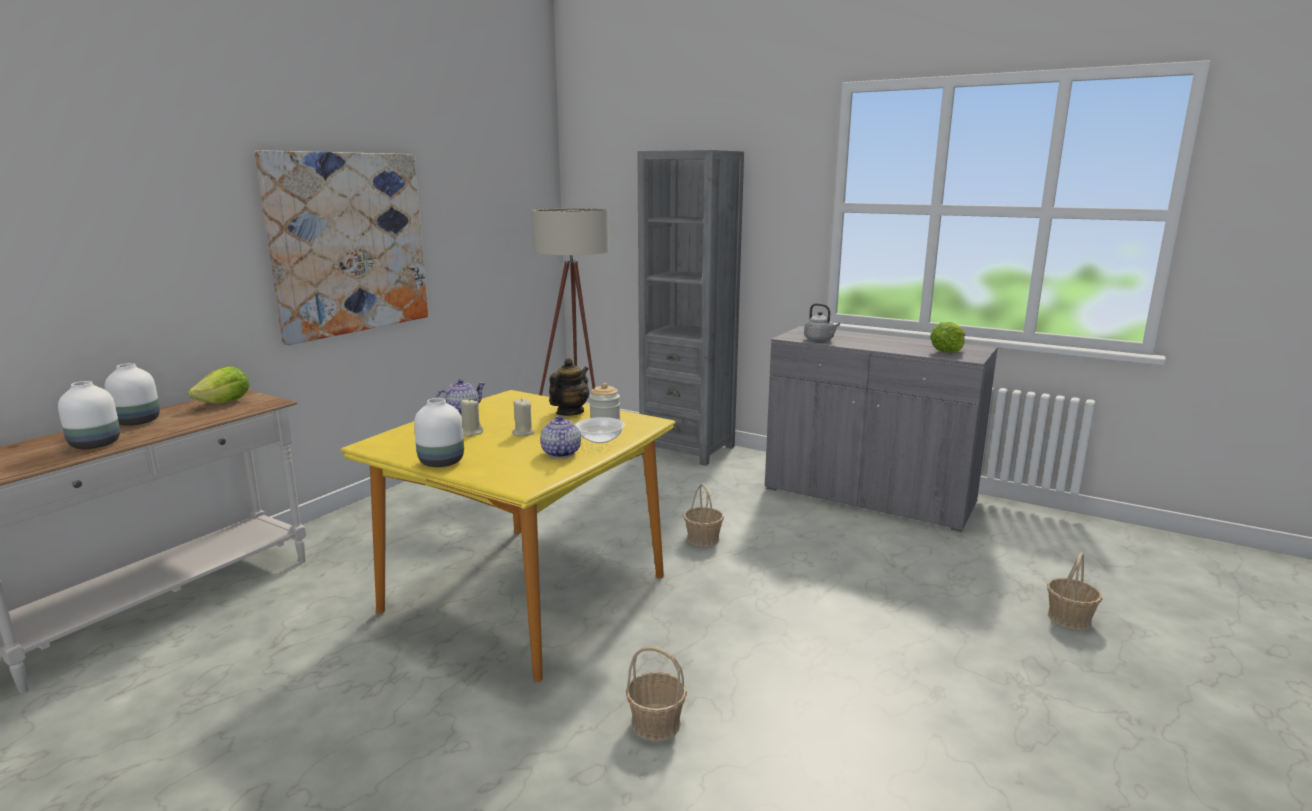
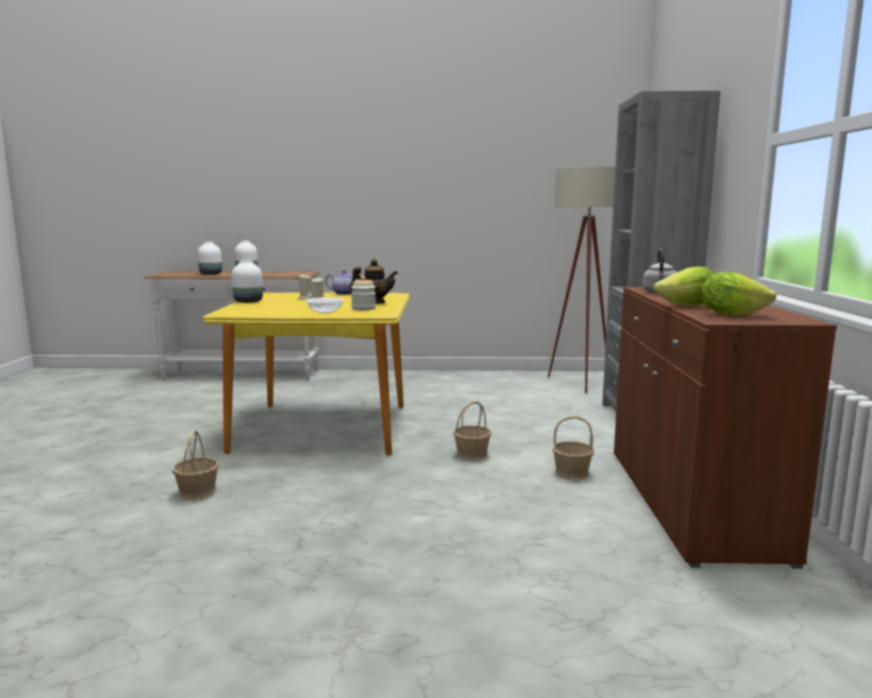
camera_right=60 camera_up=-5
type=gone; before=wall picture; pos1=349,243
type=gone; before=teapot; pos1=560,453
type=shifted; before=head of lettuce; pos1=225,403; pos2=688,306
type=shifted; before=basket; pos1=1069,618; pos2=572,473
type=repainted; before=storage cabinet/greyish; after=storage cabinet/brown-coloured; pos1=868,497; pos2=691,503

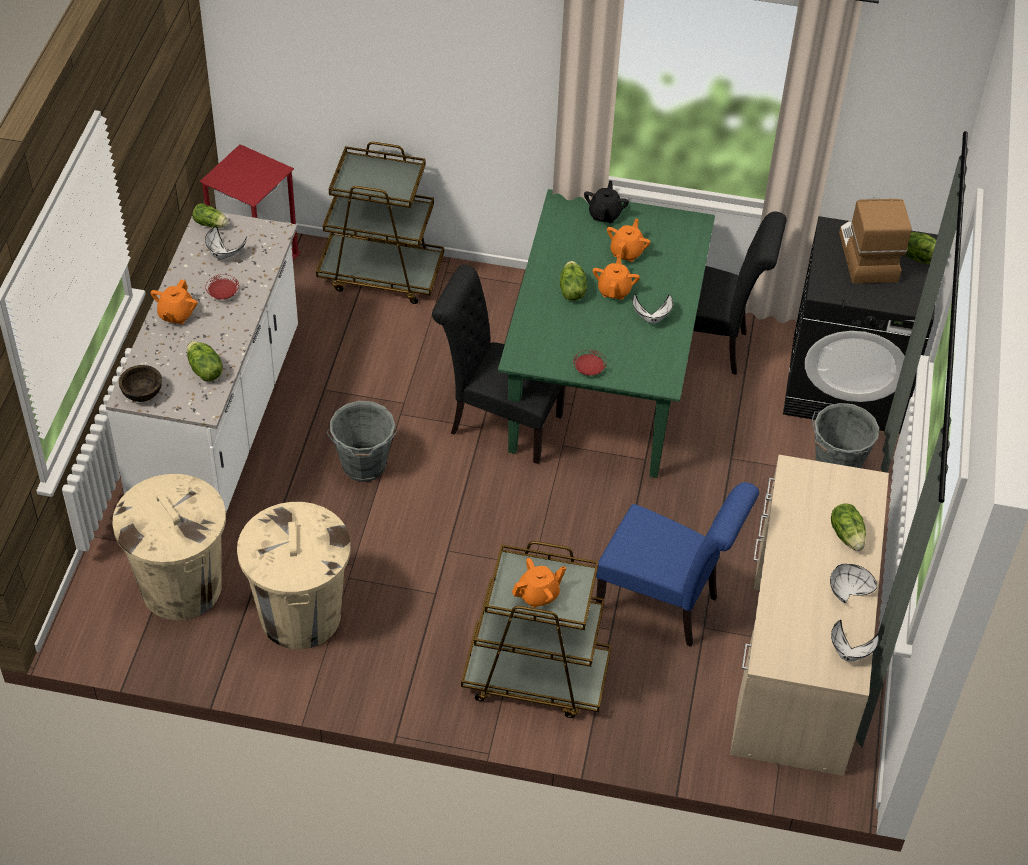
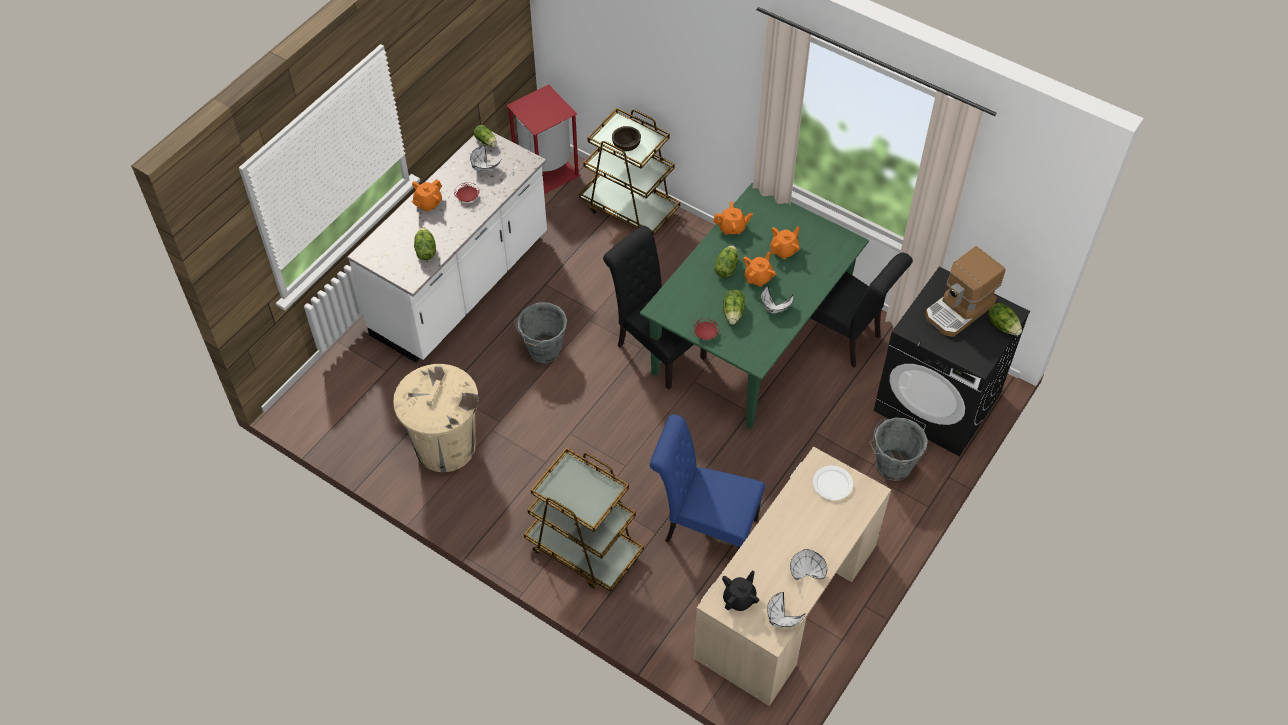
camera_right=25 camera_up=5
type=gone; before=rubbish bin/sand-coloured; pos1=181,587
type=new; after=flat dish/whitish; pos2=832,484
type=shifted; before=deep dish/brown-coloured; pos1=142,393; pos2=626,145
type=shifted; before=teapot/orangey; pos1=538,595; pos2=732,228
type=shifted; before=teapot/black-coloured; pos1=605,214; pos2=739,598
type=shifted; before=head of lettuce; pos1=847,535; pos2=733,313
type=rotated; before=upright chair/blue; pos1=664,605; pos2=705,528; turn=150
type=rotated; before=coffee machine; pos1=866,256; pos2=959,310; turn=-150

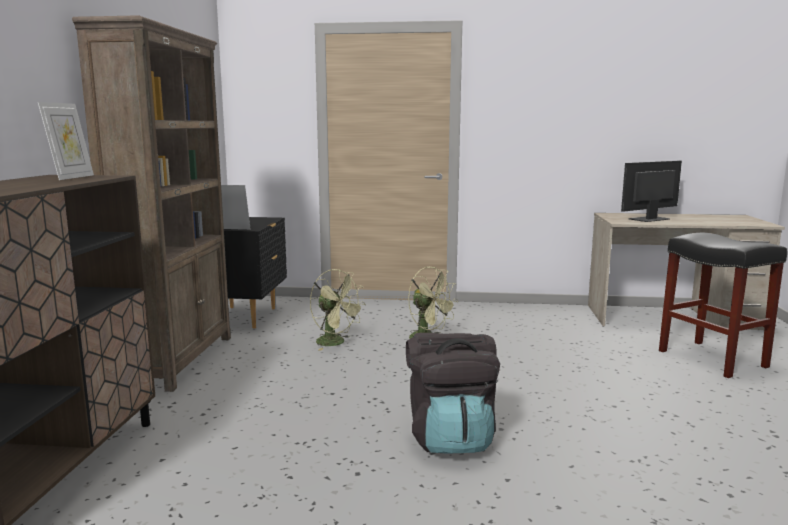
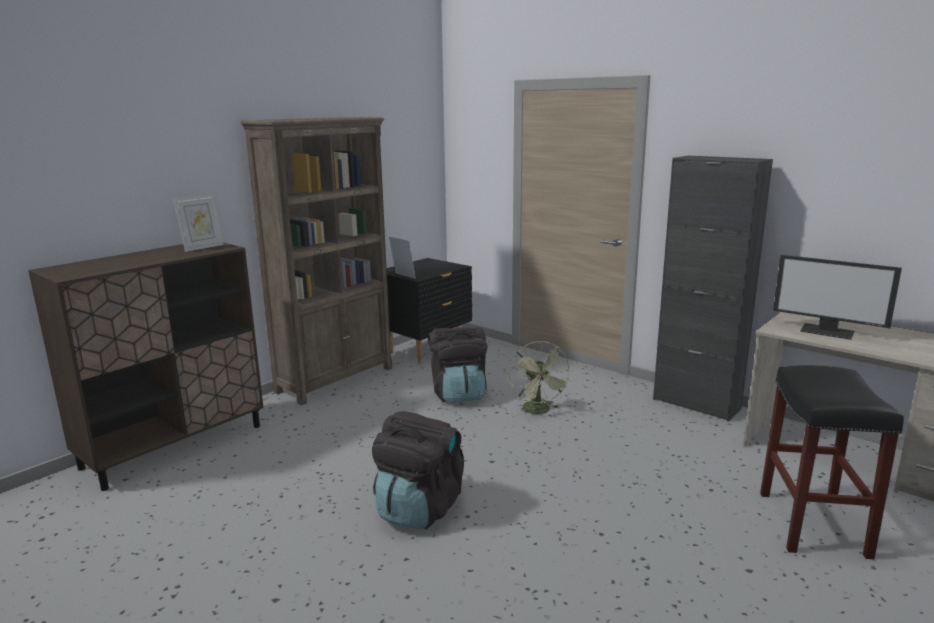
camera_right=35 camera_up=5
type=new; after=storage cabinet/black-coloured; pos2=696,404
type=swapped; before=fan/greenish; after=backpack/black-coloured; pos1=336,343; pos2=458,394
type=rotated; before=computer display; pos1=649,219; pos2=828,331; turn=-150

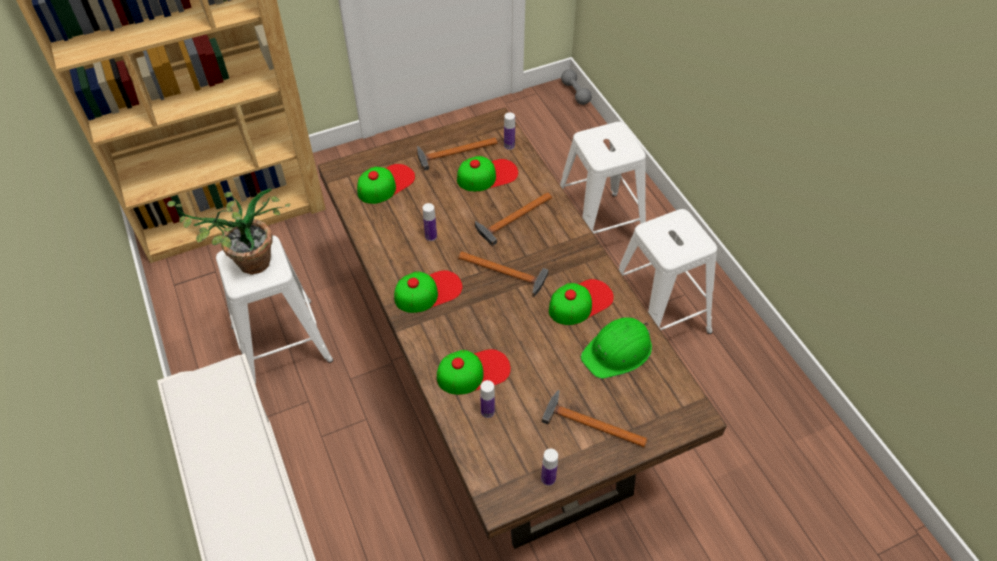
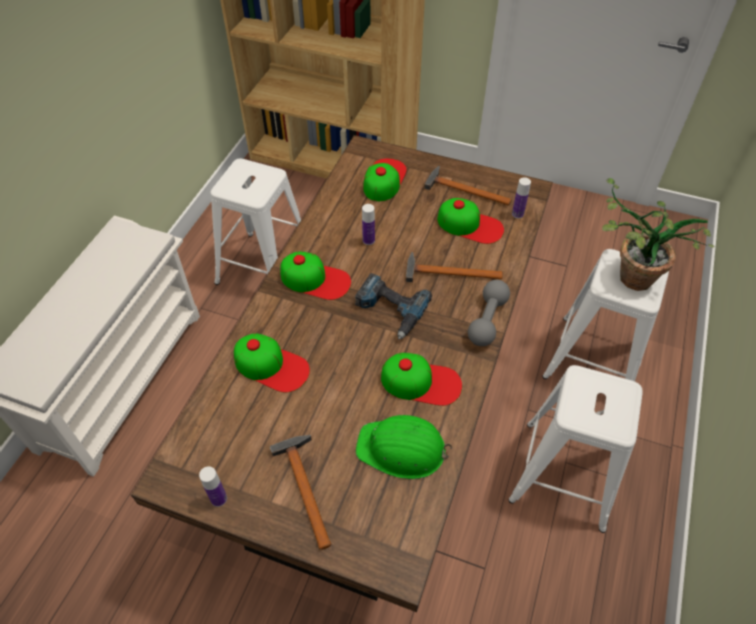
camera_right=45 camera_up=0
type=gone; before=bottle; pos1=487,411
type=shifted; before=plant in a pot; pos1=245,266; pos2=626,276
type=shifted; before=hand weight/greyish; pos1=575,93; pos2=487,320
type=swapped; before=tool hammer; after=power drill; pos1=505,273; pos2=389,310
type=rotated; before=cap; pos1=386,184; pos2=384,179; turn=-75

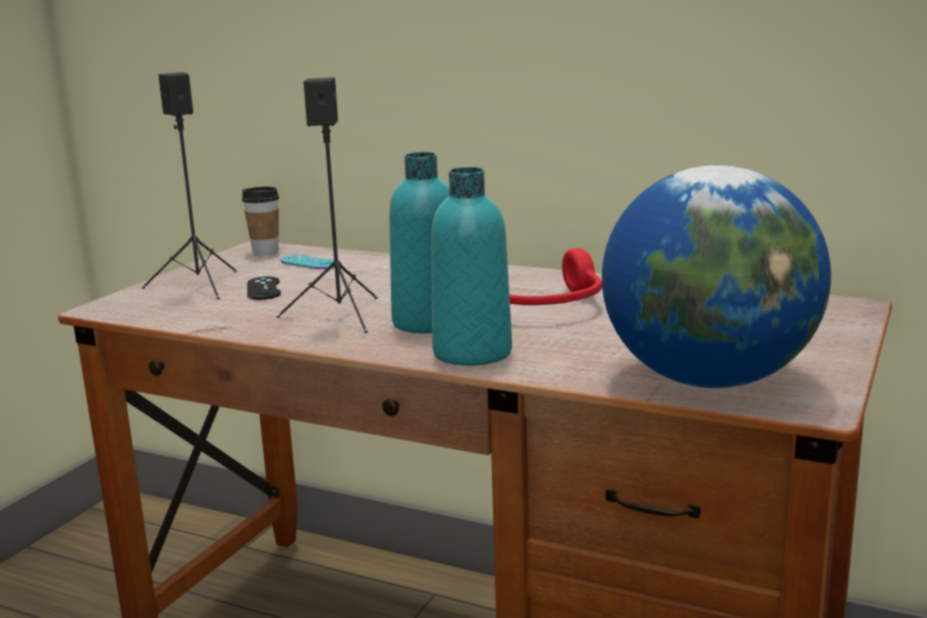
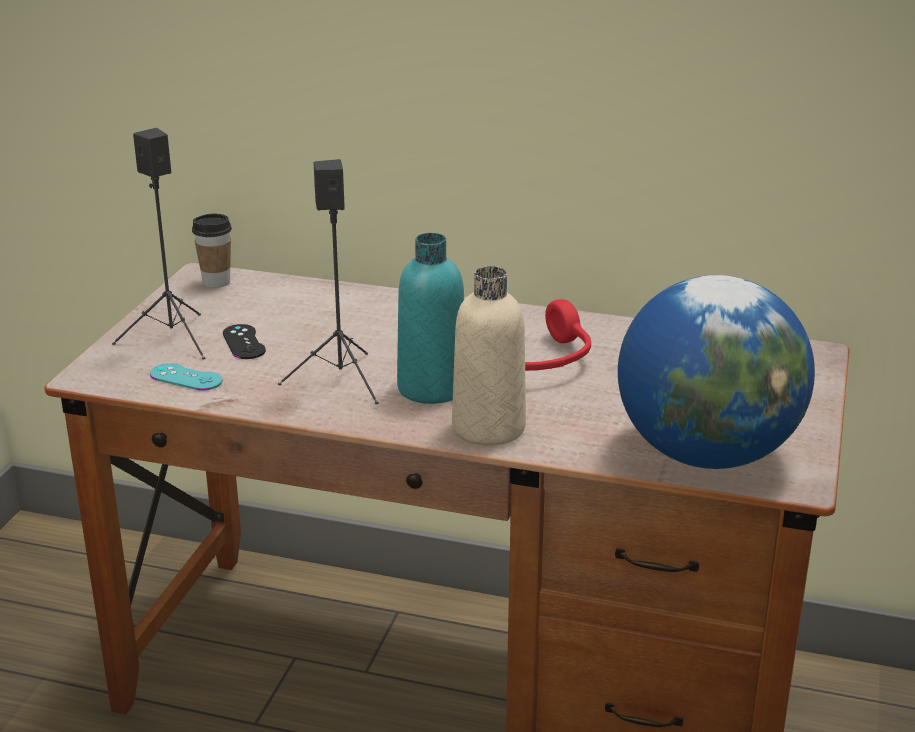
camera_right=-10 camera_up=10
type=shifted; before=gamepad/turquoise; pos1=310,263; pos2=186,377
type=repainted; before=bottle/turquoise; after=bottle/sand-coloured; pos1=472,353; pos2=488,428

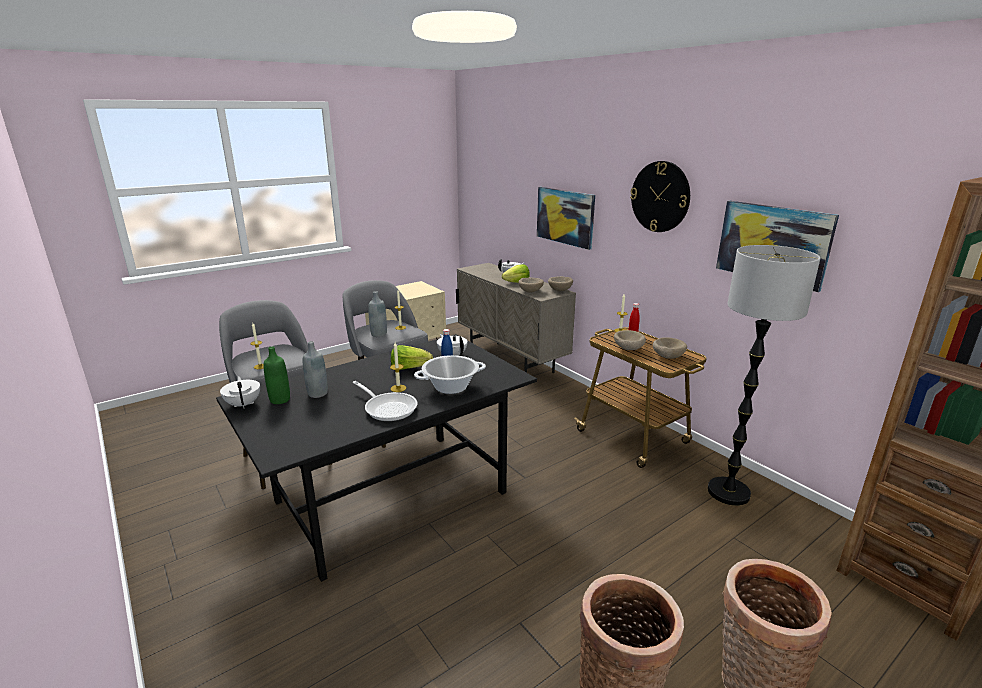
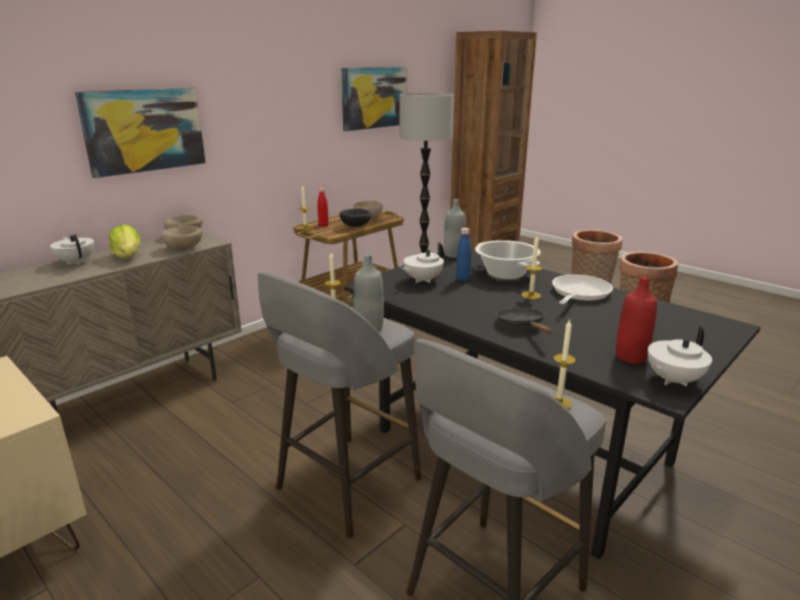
camera_right=-100 camera_up=0
type=gone; before=head of lettuce; pos1=409,368
type=gone; before=wall clock; pos1=660,197
type=new; after=frying pan/black-coloured; pos2=522,325
type=shifted; before=bottle/greyish; pos1=317,393; pos2=453,255
type=repainted; before=bottle/greenish; after=bottle/red; pos1=280,400; pos2=630,357
type=repainted; before=deep dish/sand-coloured; after=deep dish/black-coloured; pos1=628,349; pos2=356,226

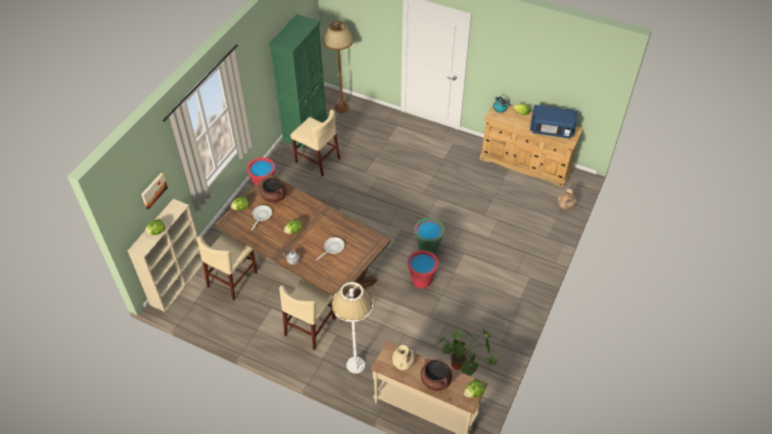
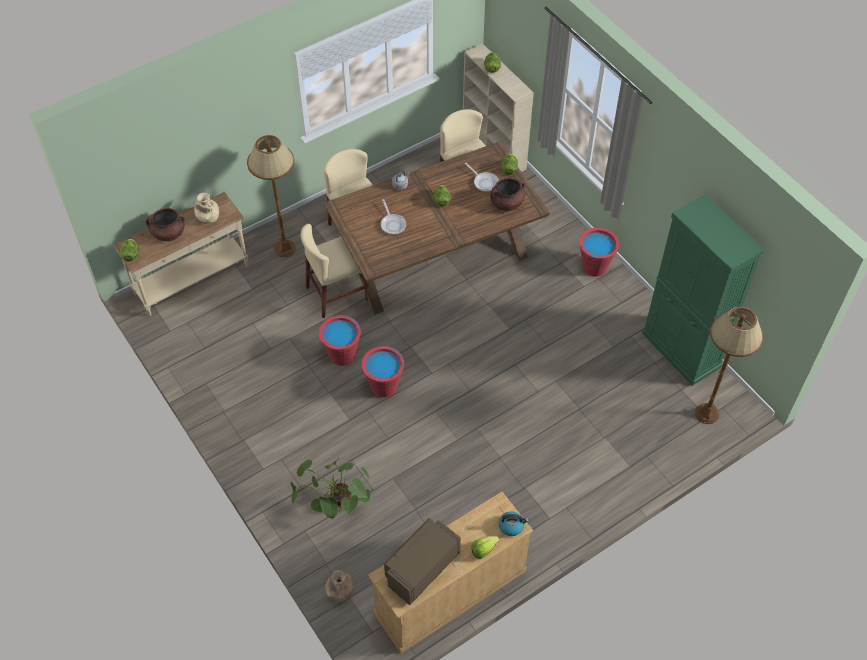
camera_right=120 camera_up=5
type=gone; before=wall picture; pos1=153,190
type=shifted; before=upright chair/sand-coloured; pos1=317,160; pos2=337,293
type=shifted; before=plant in a pot; pos1=464,365; pos2=335,507
type=repainted; before=floor lamp/whitish; after=floor lamp/brown-coloured; pos1=355,364; pos2=285,248
type=repainted; before=pail/greenish; after=pail/red; pos1=428,248; pos2=384,386
type=repainted; before=microwave/blue; after=microwave/brown-coloured; pos1=551,130; pos2=421,567

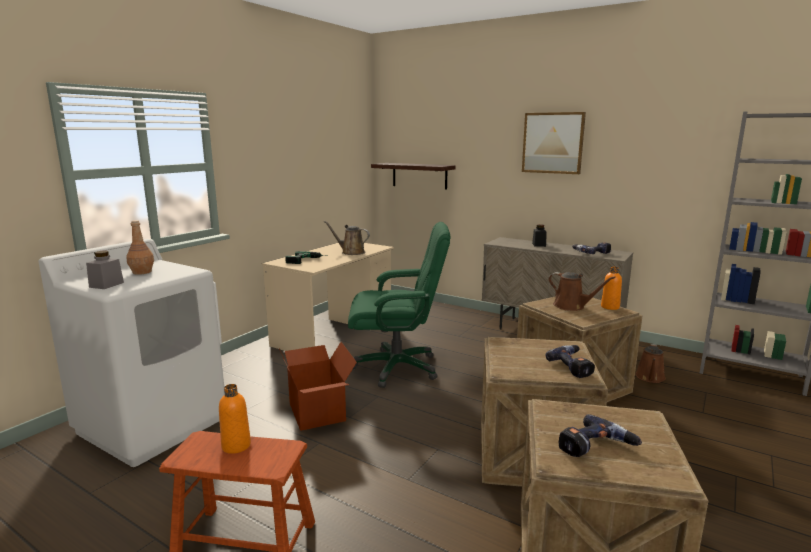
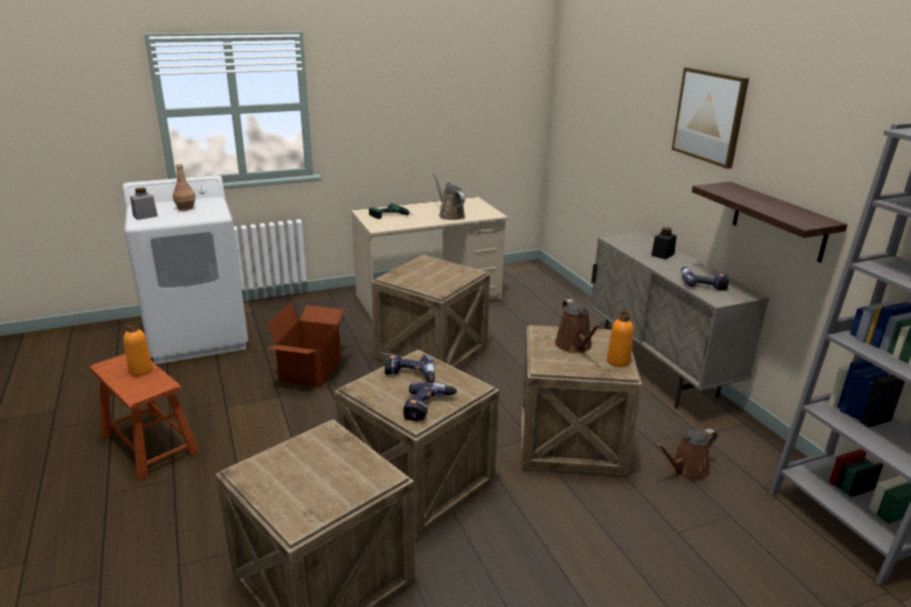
camera_right=35 camera_up=10
type=shifted; before=wall shelf; pos1=419,175; pos2=779,221
type=shifted; before=power drill; pos1=596,448; pos2=410,376
type=swapped; before=desk chair/greenish; after=shipping crate; pos1=397,367; pos2=431,354

